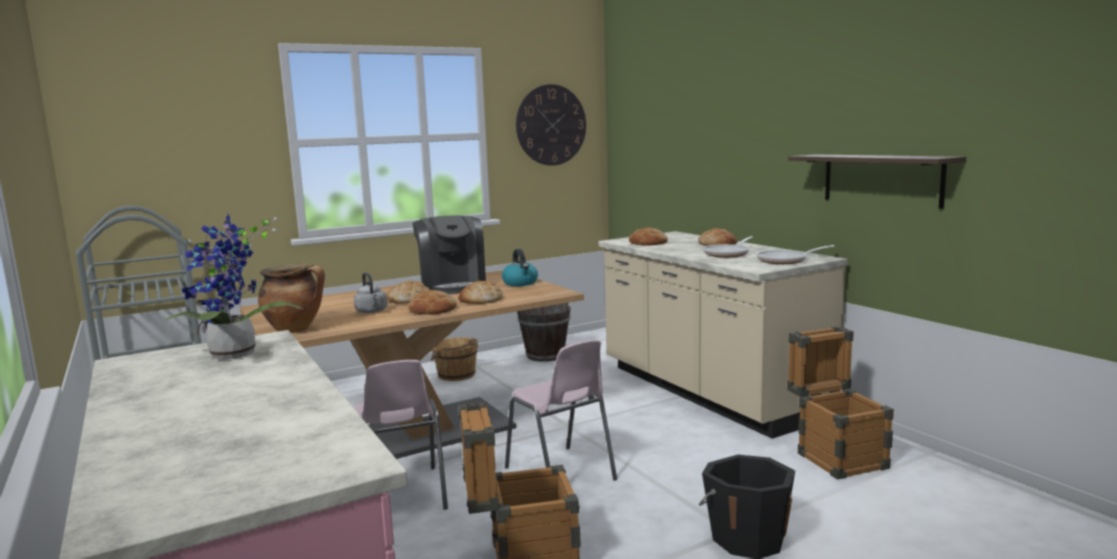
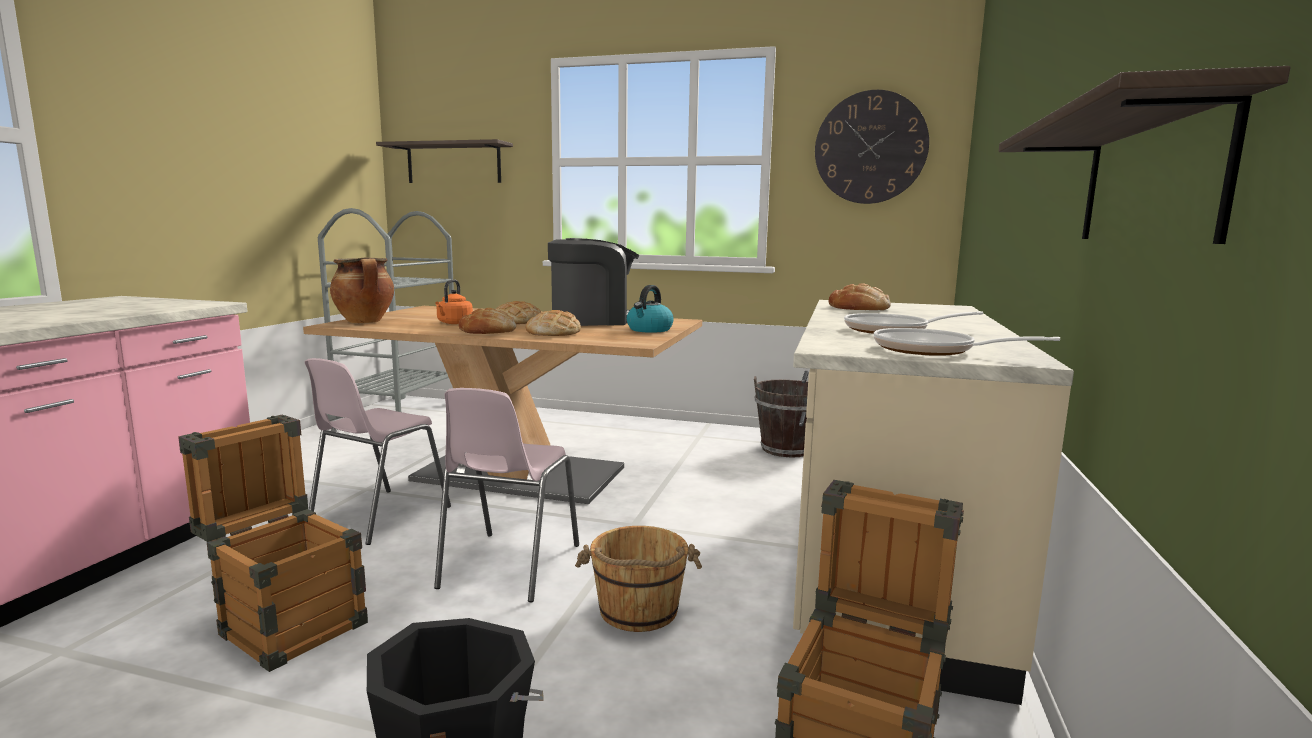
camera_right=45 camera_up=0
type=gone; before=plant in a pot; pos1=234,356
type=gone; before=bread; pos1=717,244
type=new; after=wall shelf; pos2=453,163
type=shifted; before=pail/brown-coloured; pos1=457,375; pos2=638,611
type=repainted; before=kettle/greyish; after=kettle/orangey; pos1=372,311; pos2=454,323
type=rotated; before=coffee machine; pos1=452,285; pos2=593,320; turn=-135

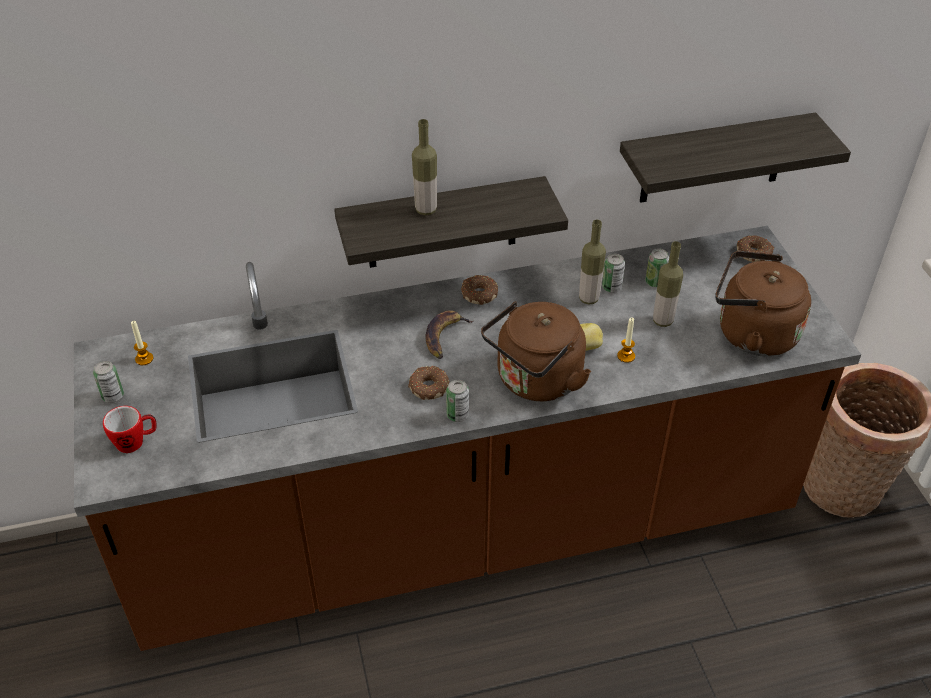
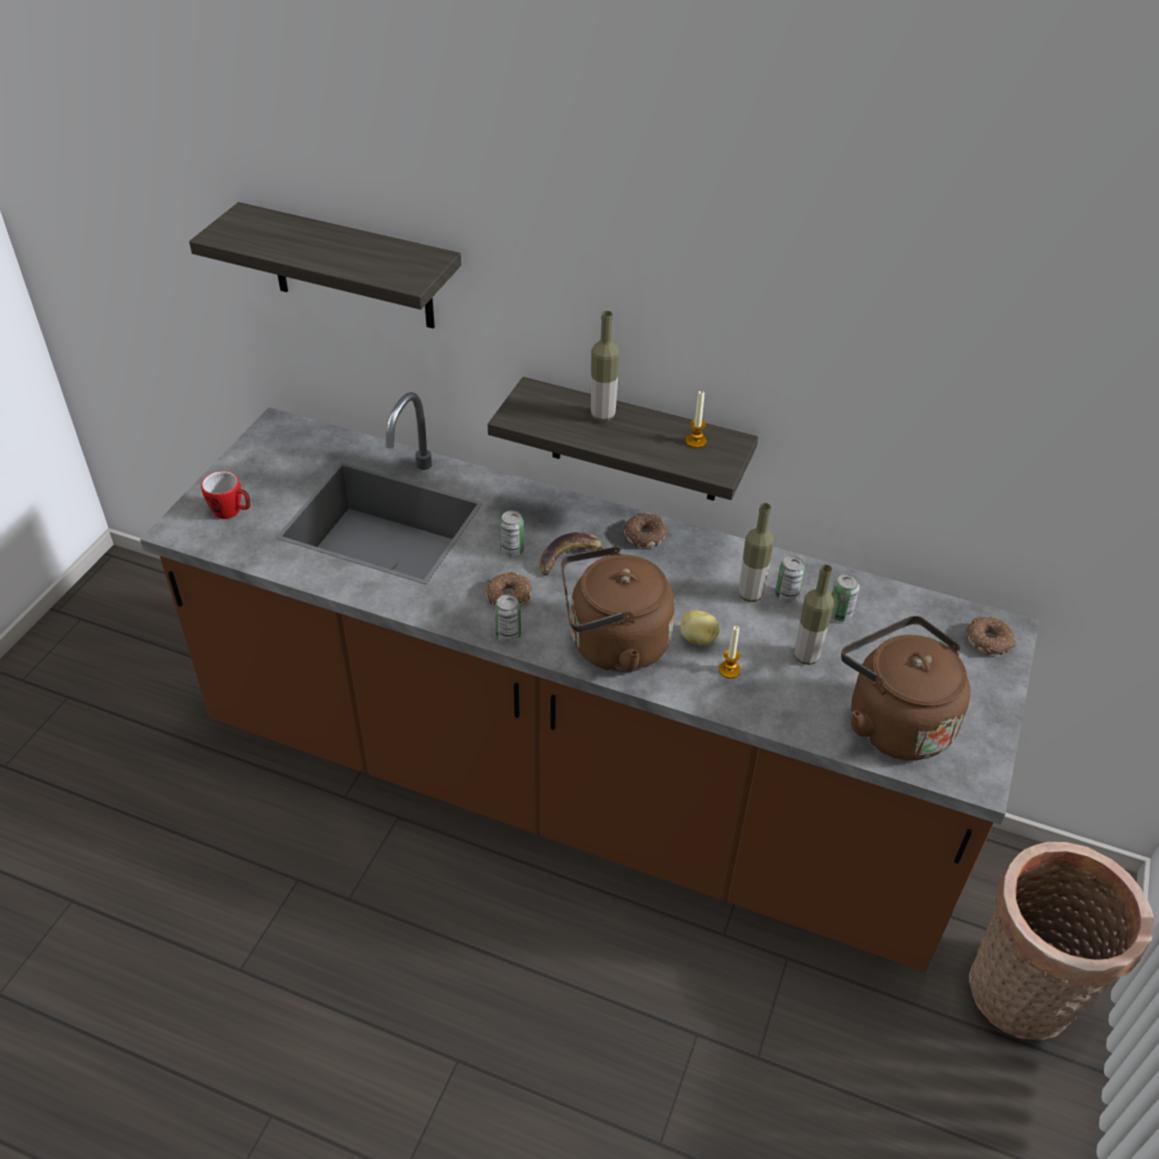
camera_right=35 camera_up=0
type=shifted; before=can; pos1=113,396; pos2=512,550
type=shifted; before=wax candle; pos1=144,359; pos2=696,441
type=shifted; before=wall shelf; pos1=713,159; pos2=351,268

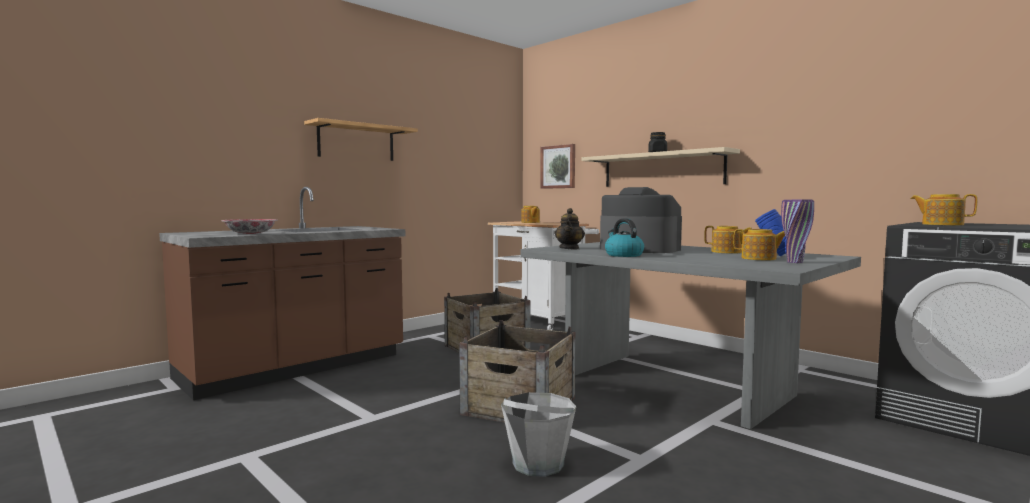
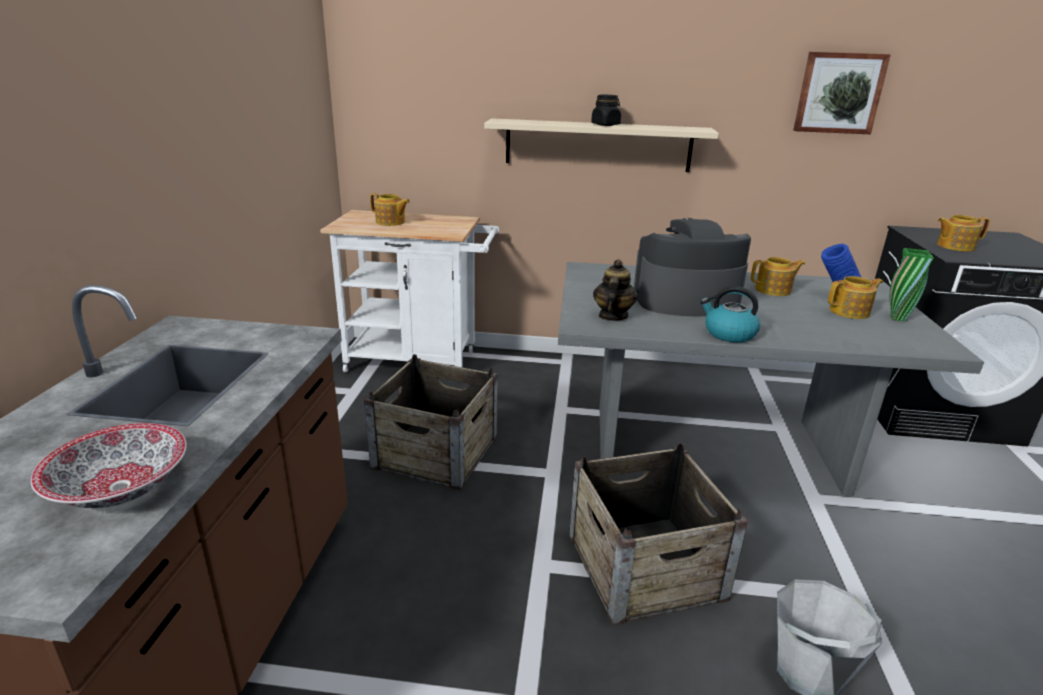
camera_right=-40 camera_up=20
type=gone; before=wall shelf; pos1=356,142
type=shifted; before=wall picture; pos1=558,167; pos2=839,93
type=repainted; before=decorative vase/purple; after=decorative vase/greenish; pos1=795,262; pos2=897,318
type=rotated; before=teapot; pos1=569,248; pos2=612,316; turn=-135

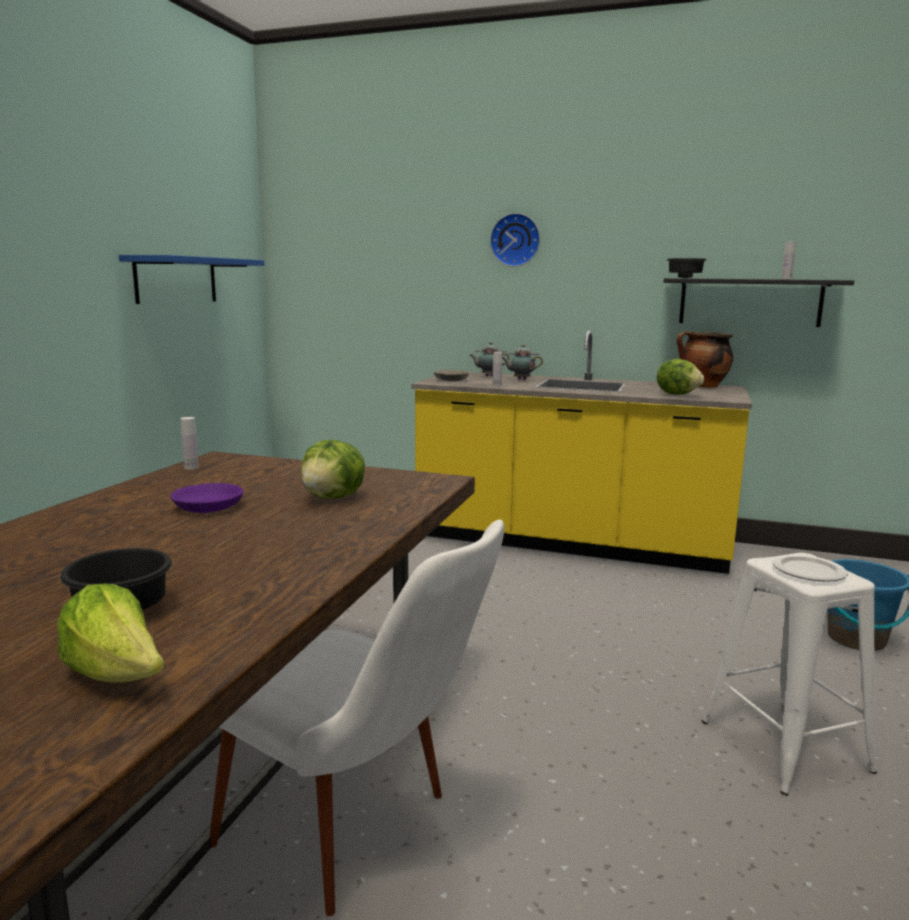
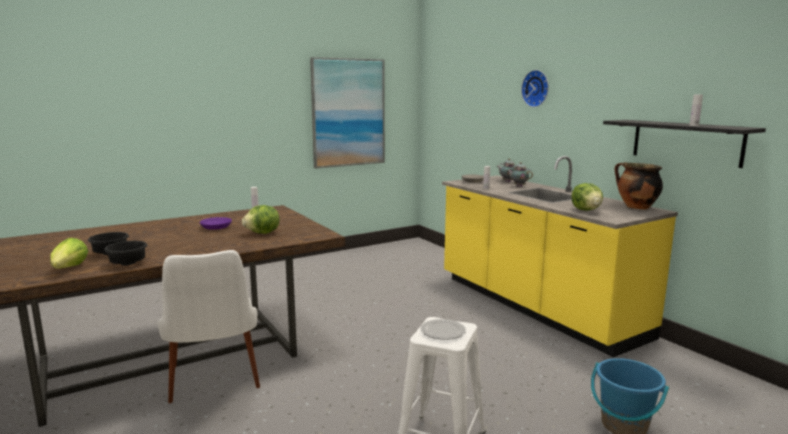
camera_right=40 camera_up=0
type=shifted; before=deep dish/black-coloured; pos1=685,278; pos2=129,264
type=swapped; before=wall shelf/blue; after=wall picture; pos1=176,280; pos2=348,113

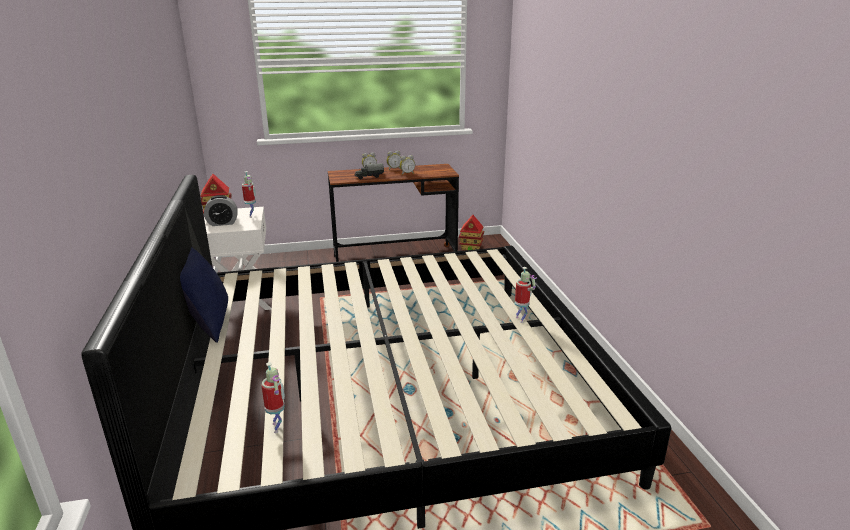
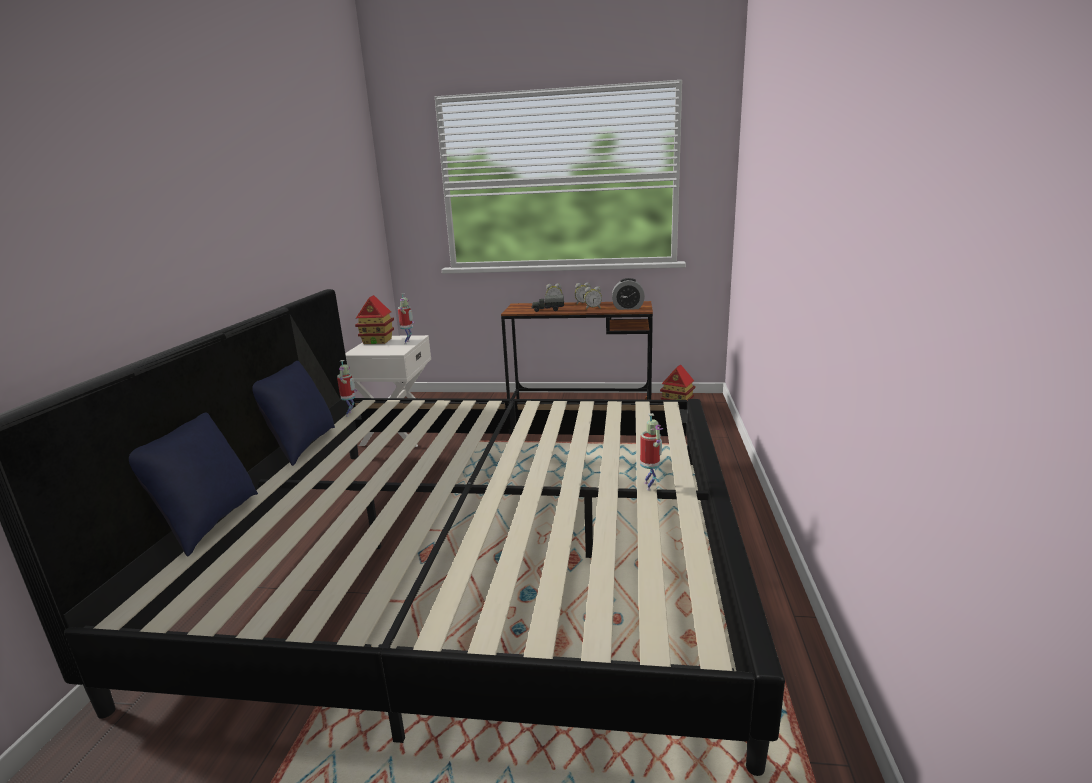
camera_right=20 camera_up=-5
type=new; after=pillow/blue; pos2=208,523
type=shifted; before=table clock; pos1=222,223; pos2=628,308
type=shifted; before=robot figure; pos1=278,427; pos2=351,414

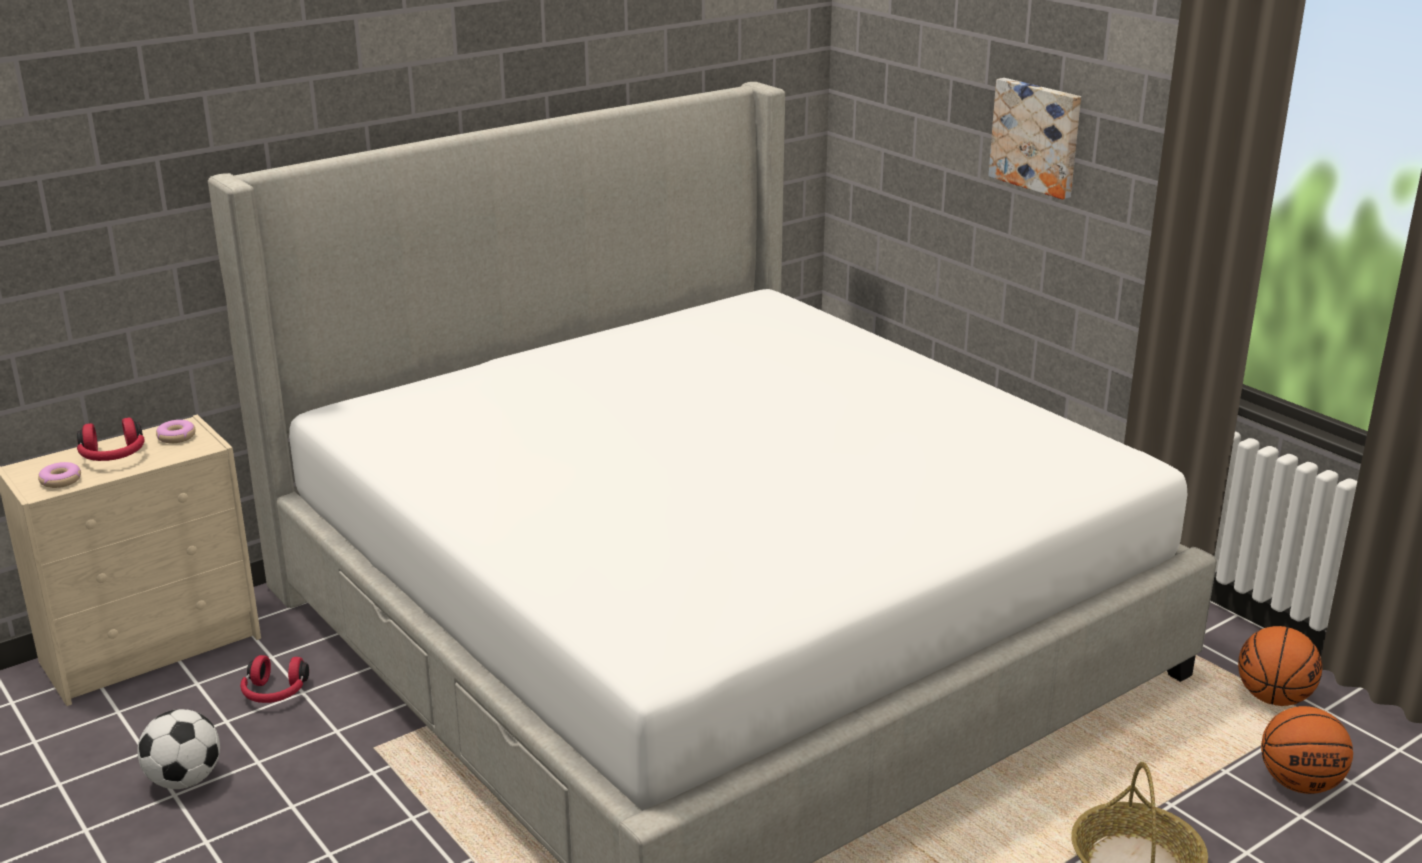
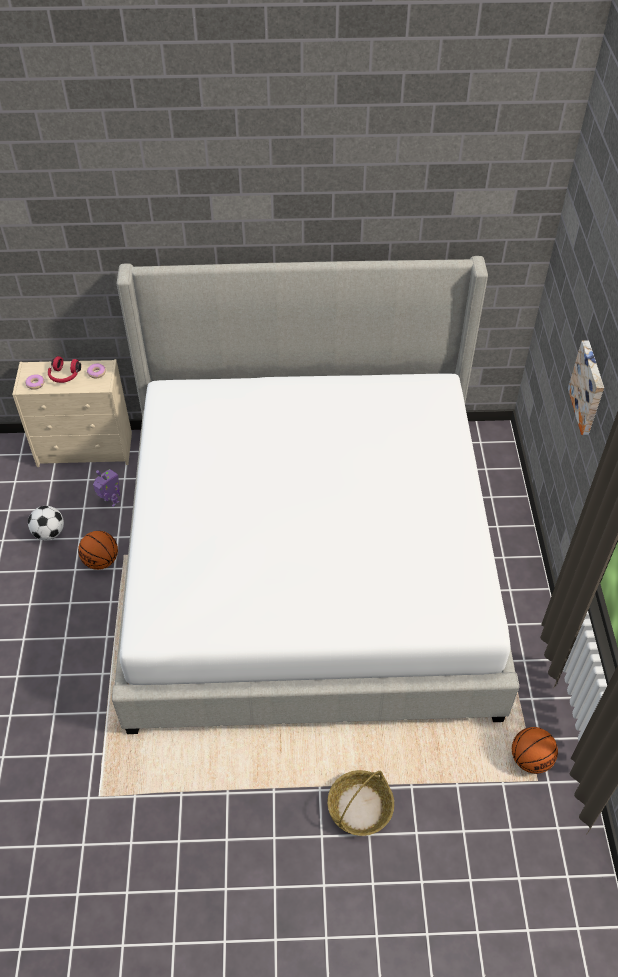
camera_right=35 camera_up=25
type=shifted; before=basketball; pos1=1299,783; pos2=101,561
type=swapped; before=headset/red; after=robot figure; pos1=274,693; pos2=111,501

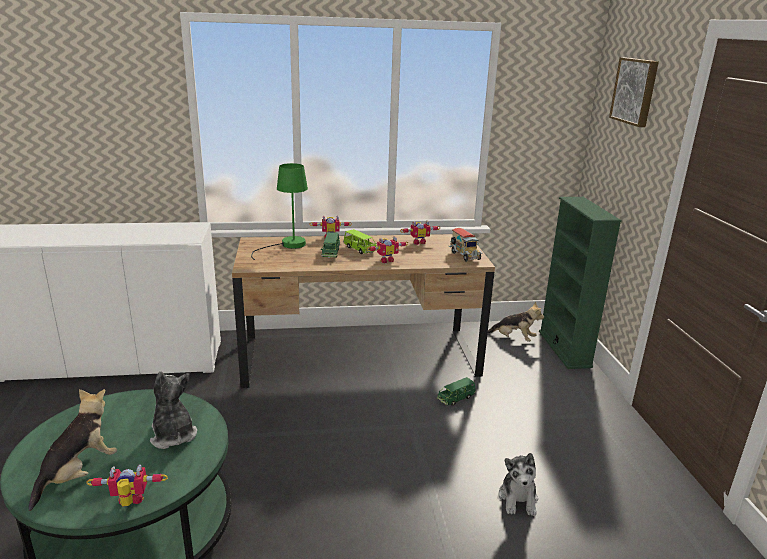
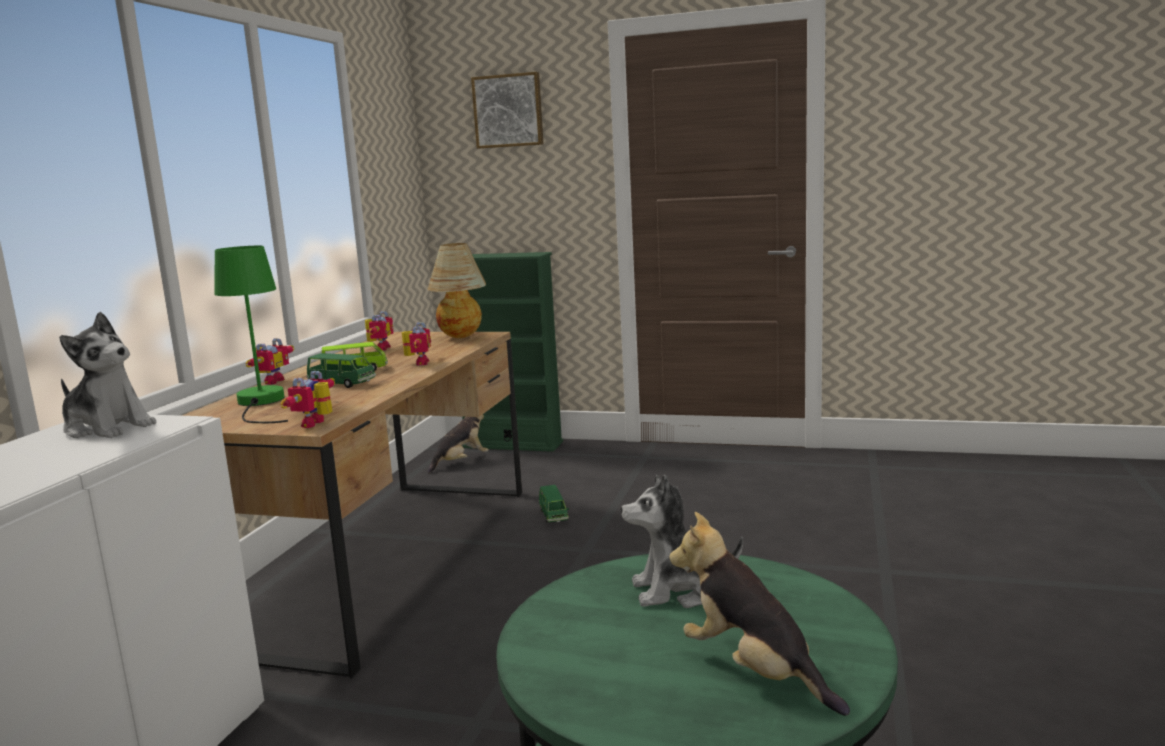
camera_right=-65 camera_up=-10
type=shifted; before=robot figure; pos1=130,503; pos2=317,424
type=shifted; before=cuddly toy; pos1=518,498; pos2=108,428
type=swapped; before=model truck; after=tabletop lamp; pos1=464,256; pos2=461,337

